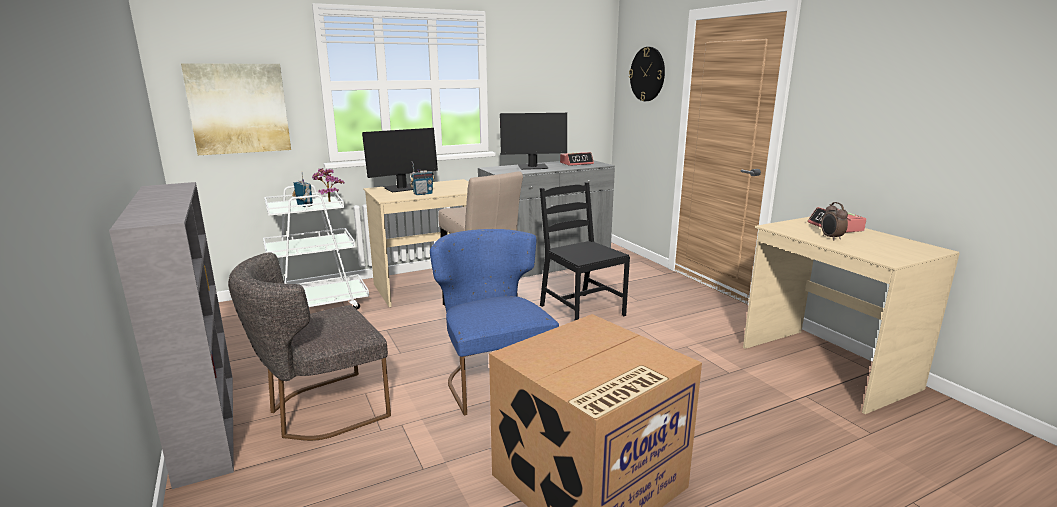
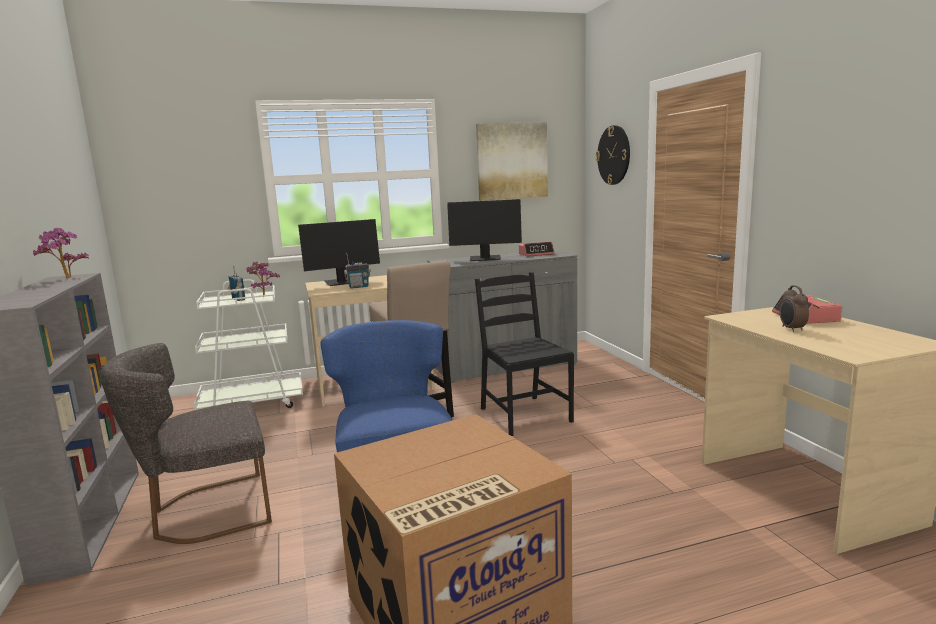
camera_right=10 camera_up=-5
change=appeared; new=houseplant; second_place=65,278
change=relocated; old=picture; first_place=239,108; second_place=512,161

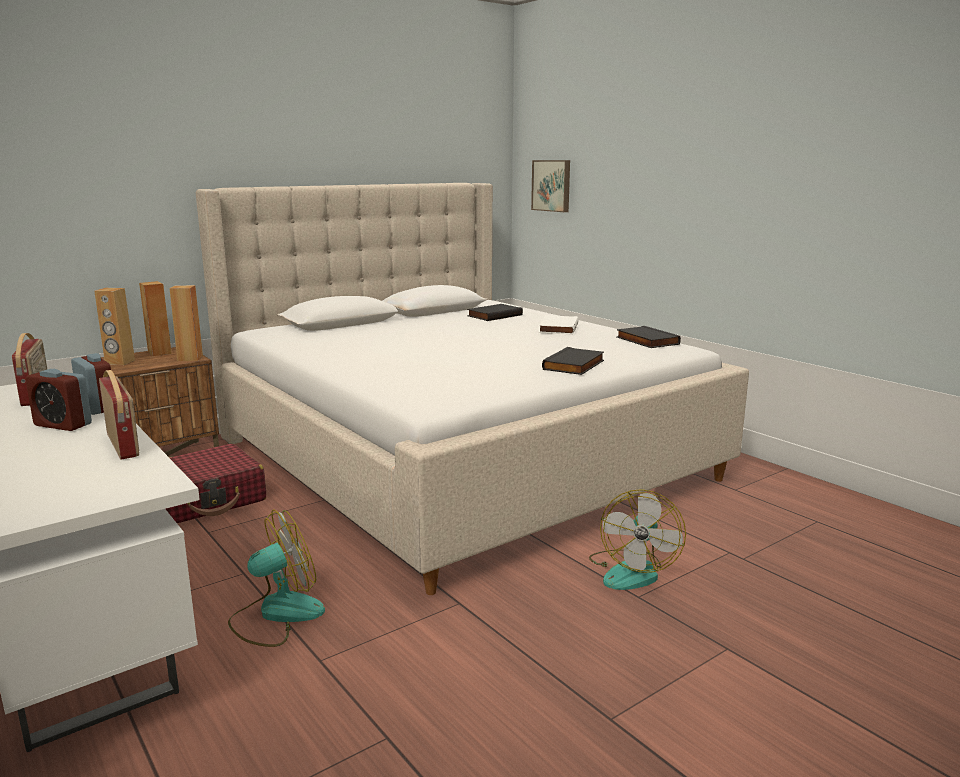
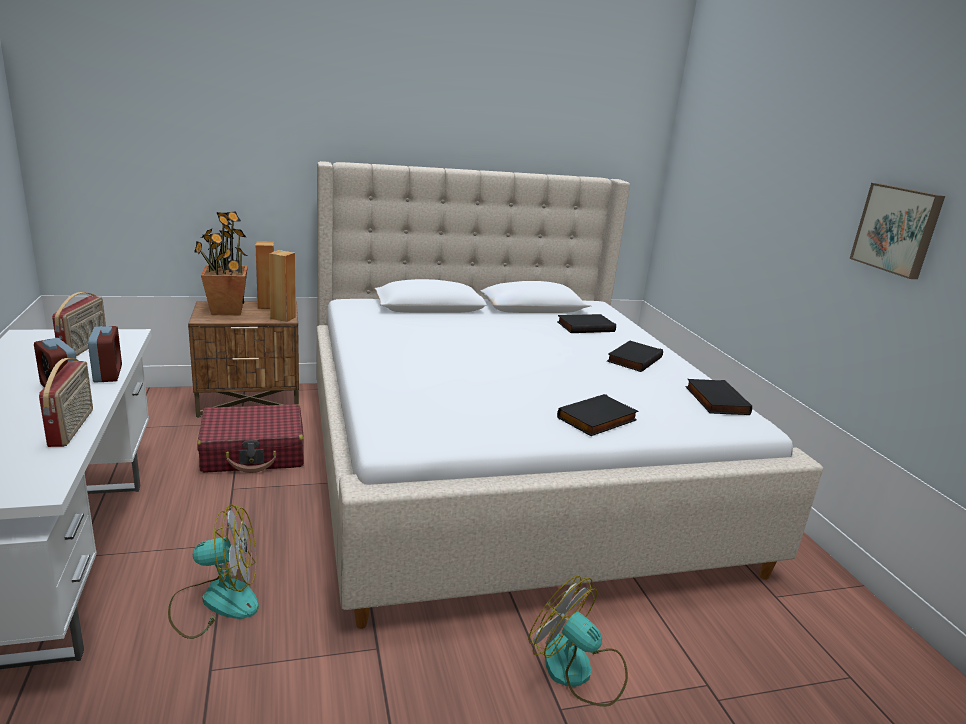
camera_right=20 camera_up=5
change=relocated; old=picture; first_place=552,185; second_place=897,229
change=exchanged; old=brown-coloured audio speaker; new=houseplant; first_place=119,362; second_place=226,310
change=colour; old=whitish bound book; new=black bound book; first_place=557,328; second_place=633,359
change=spun; old=cooling fan; first_place=632,571; second_place=578,671; degrees=90

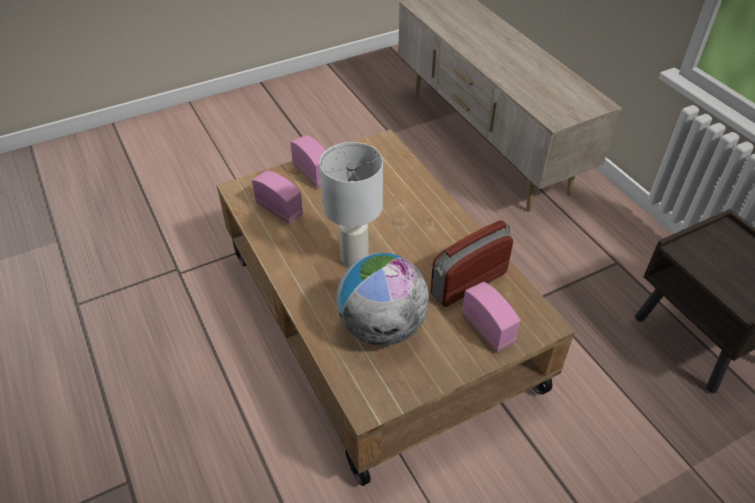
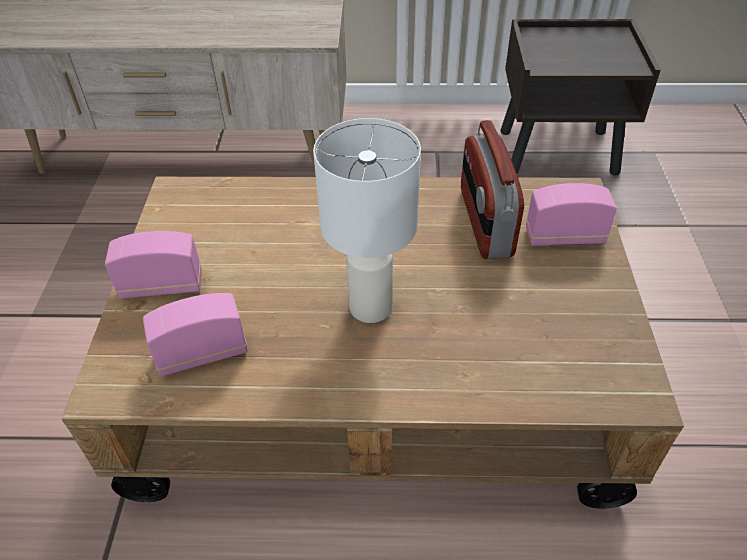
camera_right=-60 camera_up=0
change=missing; old=world globe; first_place=382,327

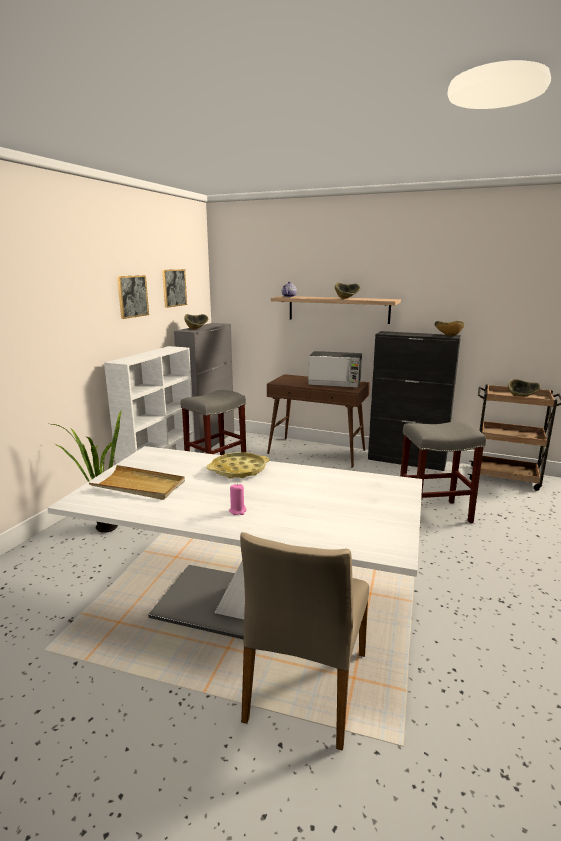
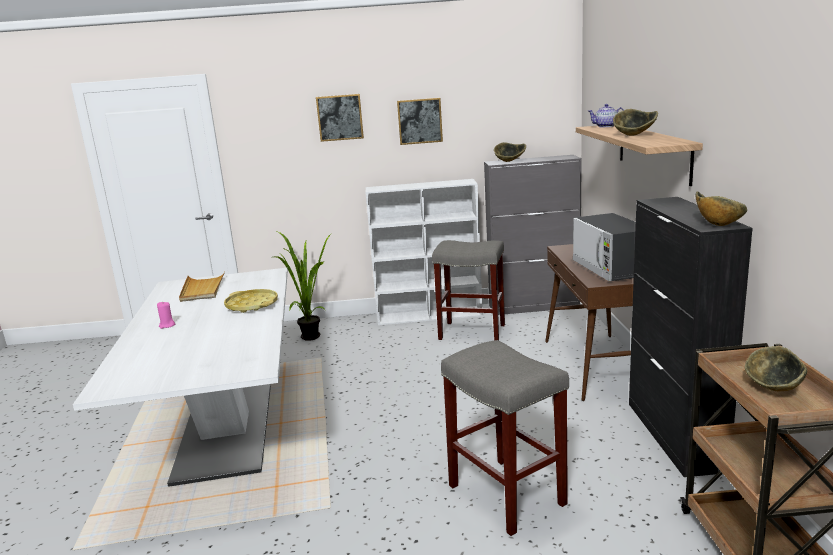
camera_right=65 camera_up=0
change=missing; old=beige upright chair; first_place=305,686
change=relocated; old=picture; first_place=174,288; second_place=340,117

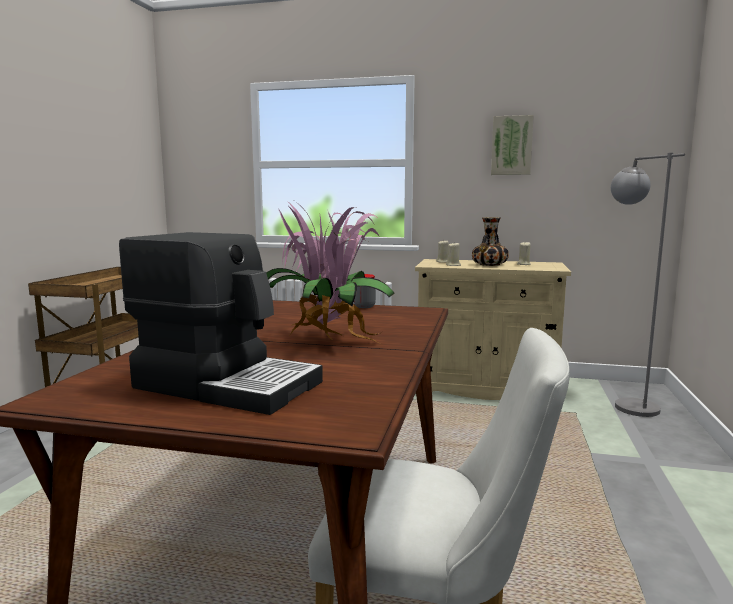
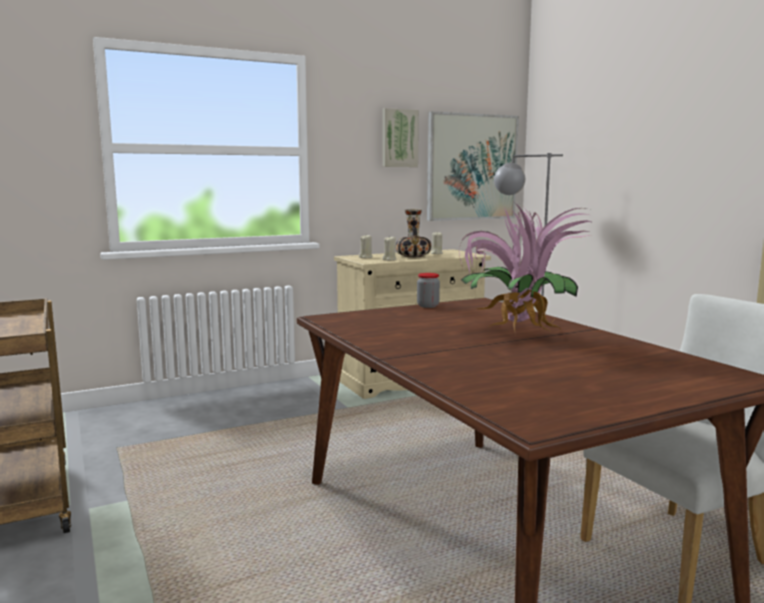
camera_right=-40 camera_up=0
change=missing; old=coffee brewer; first_place=228,384
change=appeared; new=picture; second_place=472,167

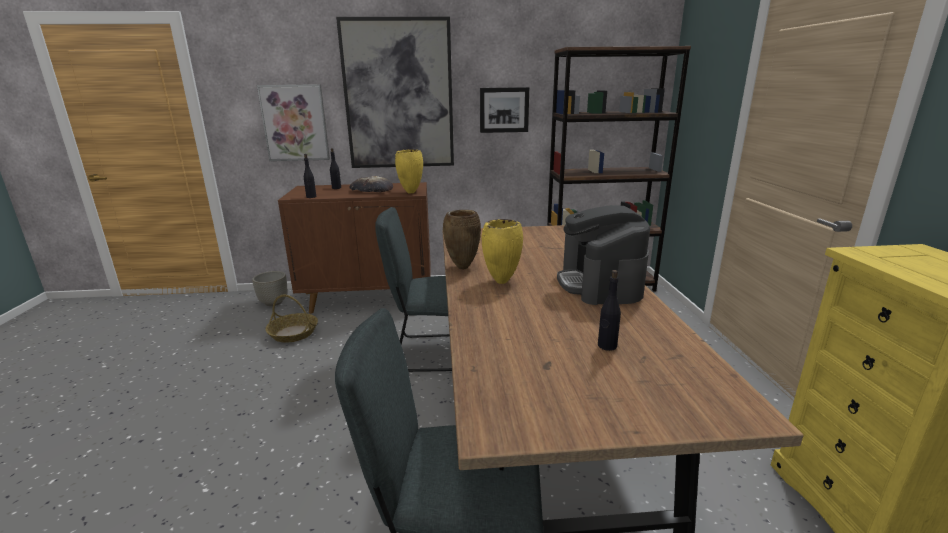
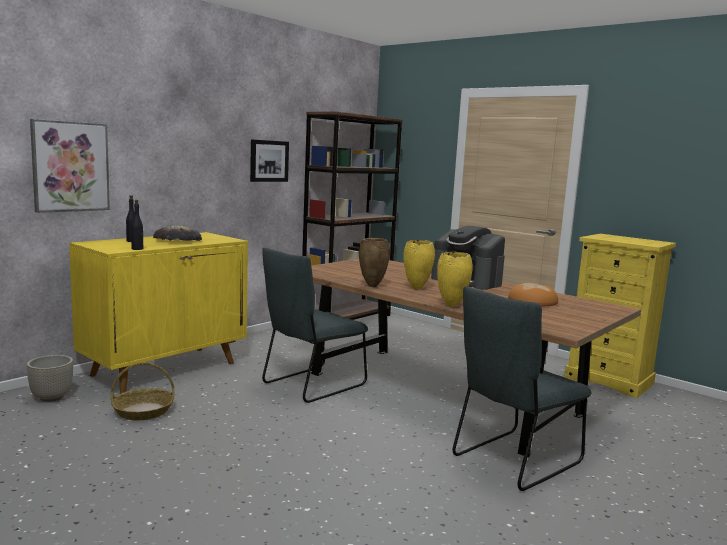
camera_right=-45 camera_up=-10
change=missing; old=picture; first_place=399,95
change=relocated; old=yellowish vase; first_place=410,193; second_place=452,306
change=exchanged; old=black bottle; new=baked bread; first_place=607,346; second_place=533,301
change=colour; old=brown-coloured storage cabinet; new=yellowish storage cabinet; first_place=369,299; second_place=166,369

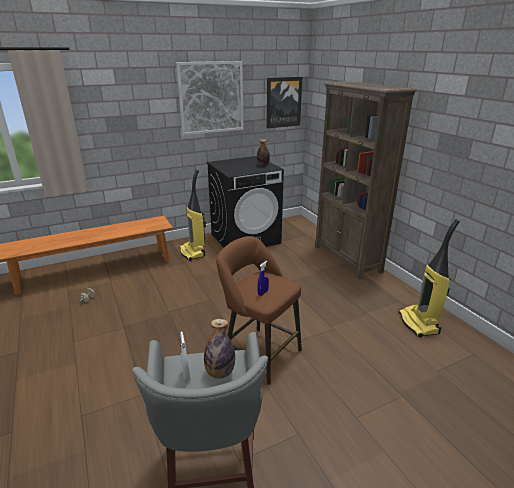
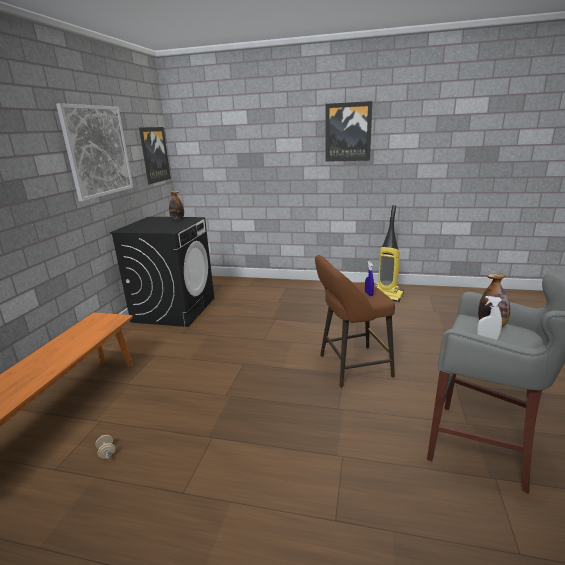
camera_right=-50 camera_up=-5
change=missing; old=hoover; first_place=193,252
change=missing; old=brown-coloured shelving unit; first_place=347,258
change=appeared; new=picture; second_place=348,132

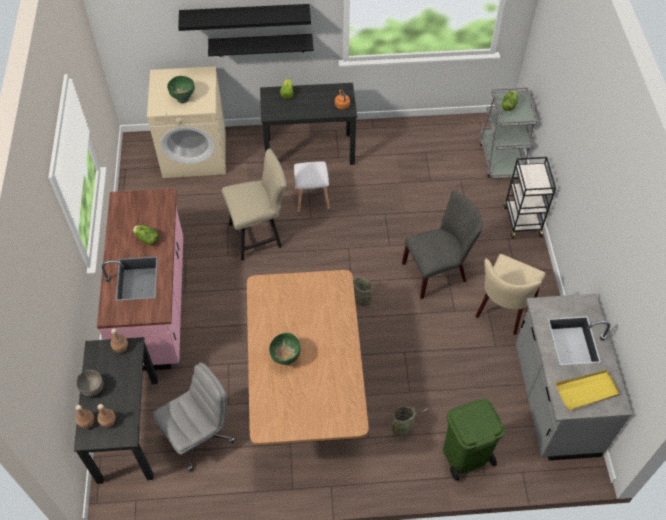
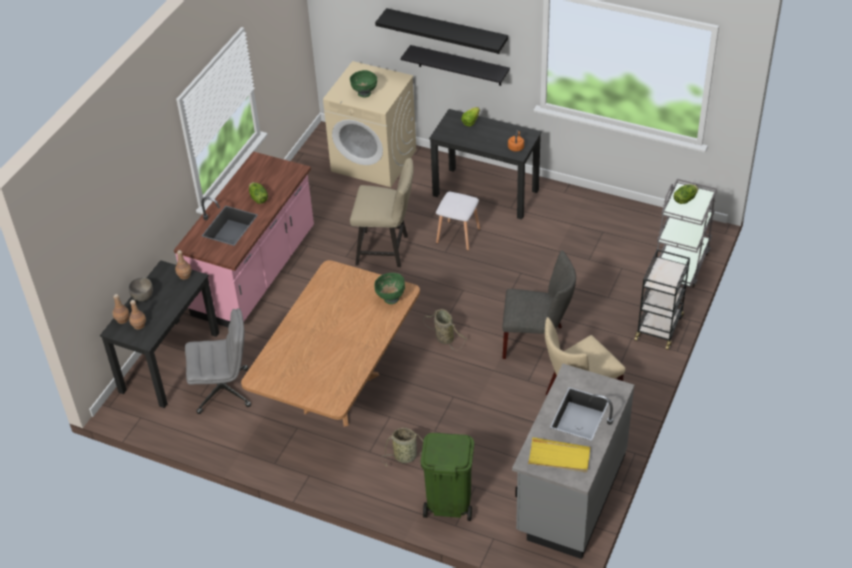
camera_right=30 camera_up=-10
change=relocated; old=green bowl; first_place=286,358; second_place=391,298

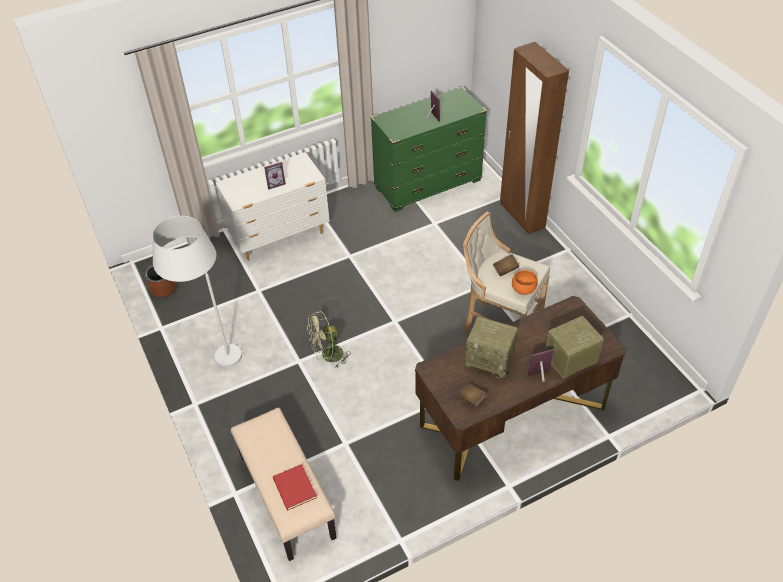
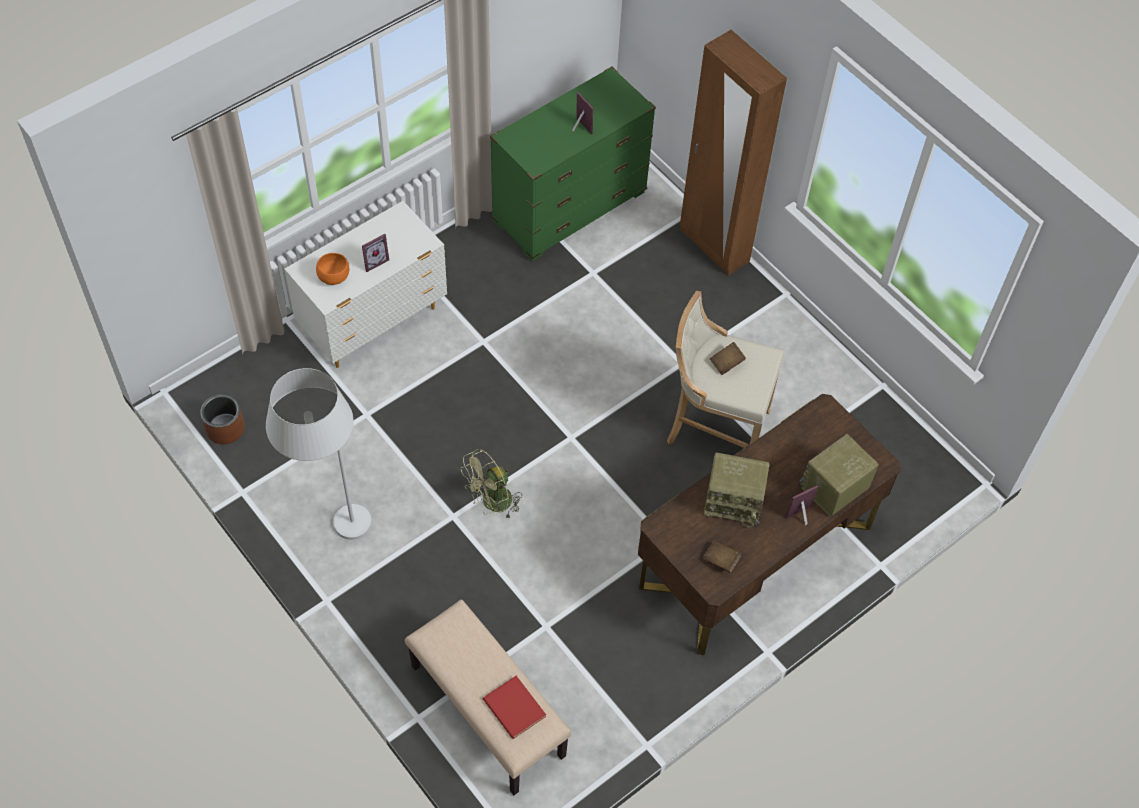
camera_right=-15 camera_up=10
change=relocated; old=orange-coloured bowl; first_place=523,289; second_place=334,277

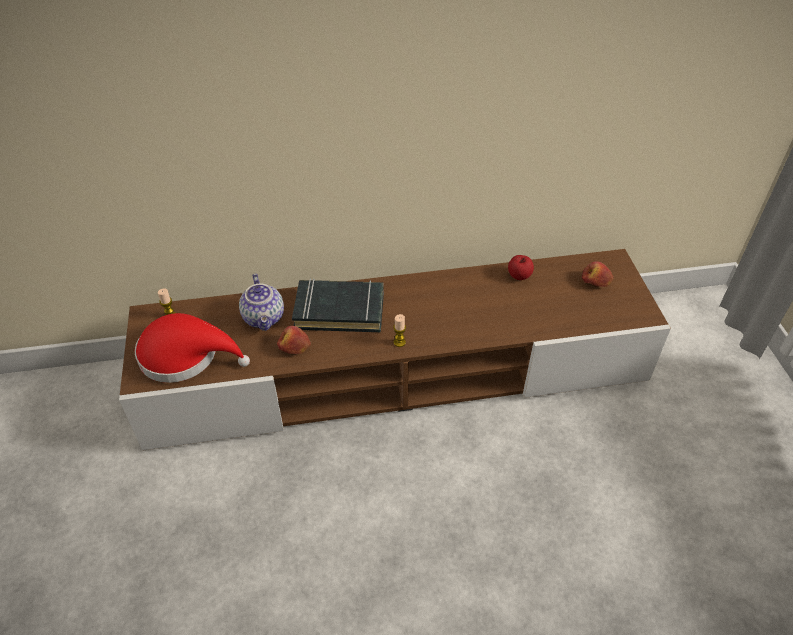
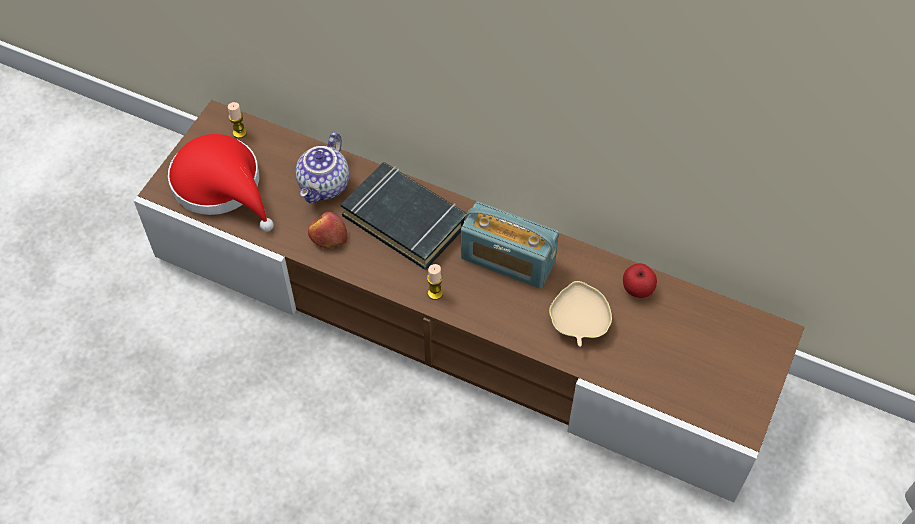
camera_right=35 camera_up=10
change=missing; old=whole apple; first_place=595,281
change=appeared; new=radio receiver; second_place=507,260
change=appeared; new=beige bowl; second_place=579,321

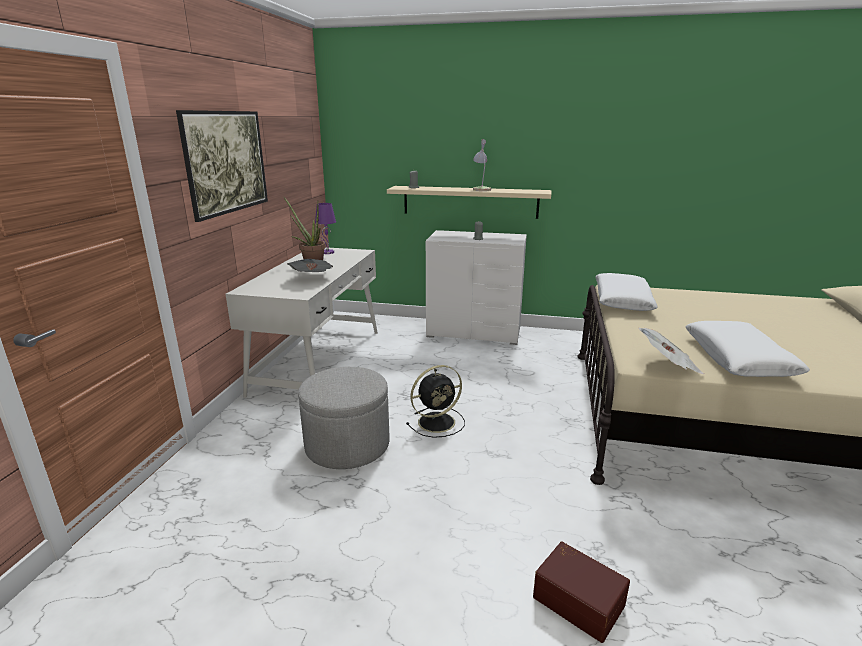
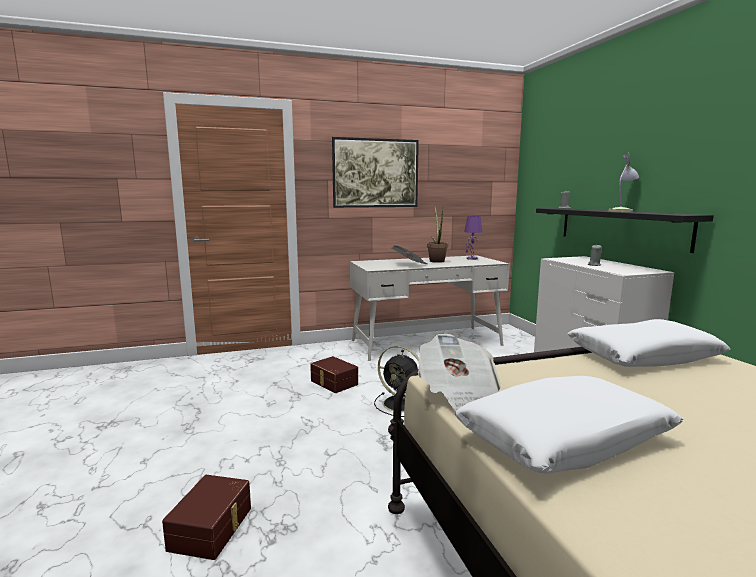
camera_right=60 camera_up=-10
change=exchanged; old=gray ottoman; new=brown-coloured storage box; first_place=347,445; second_place=333,383
change=colour; old=beige shelf; new=black shelf; first_place=470,202; second_place=620,227

